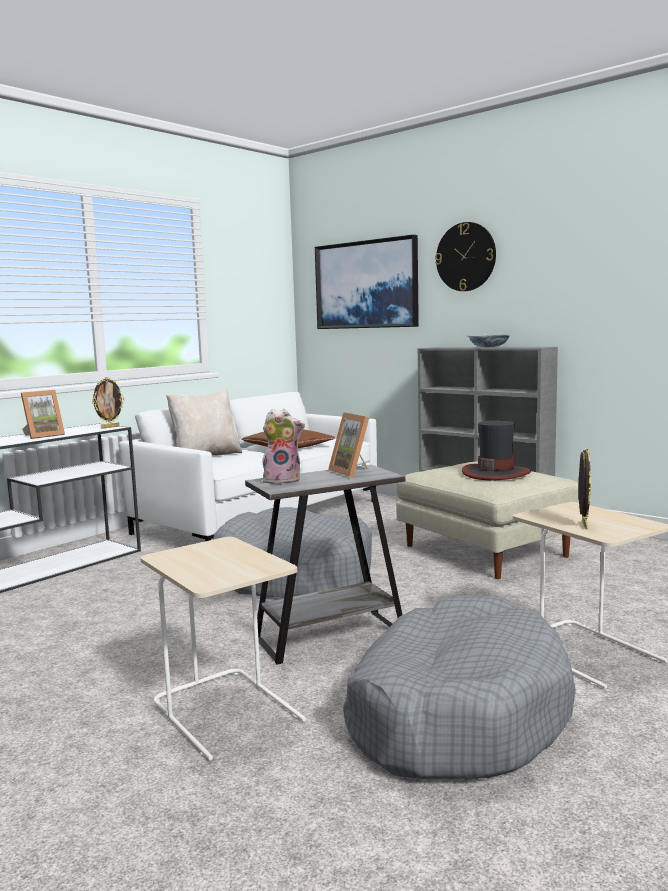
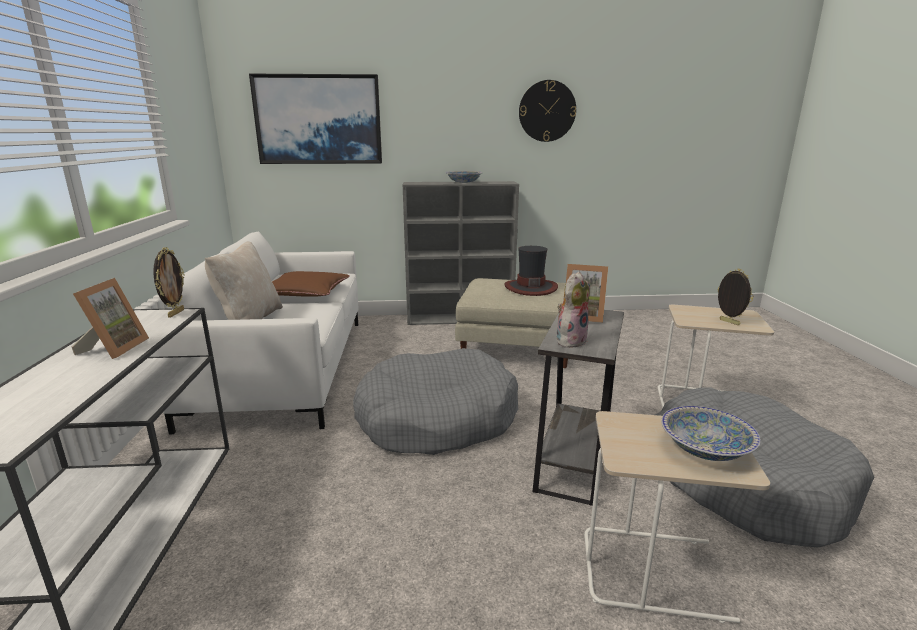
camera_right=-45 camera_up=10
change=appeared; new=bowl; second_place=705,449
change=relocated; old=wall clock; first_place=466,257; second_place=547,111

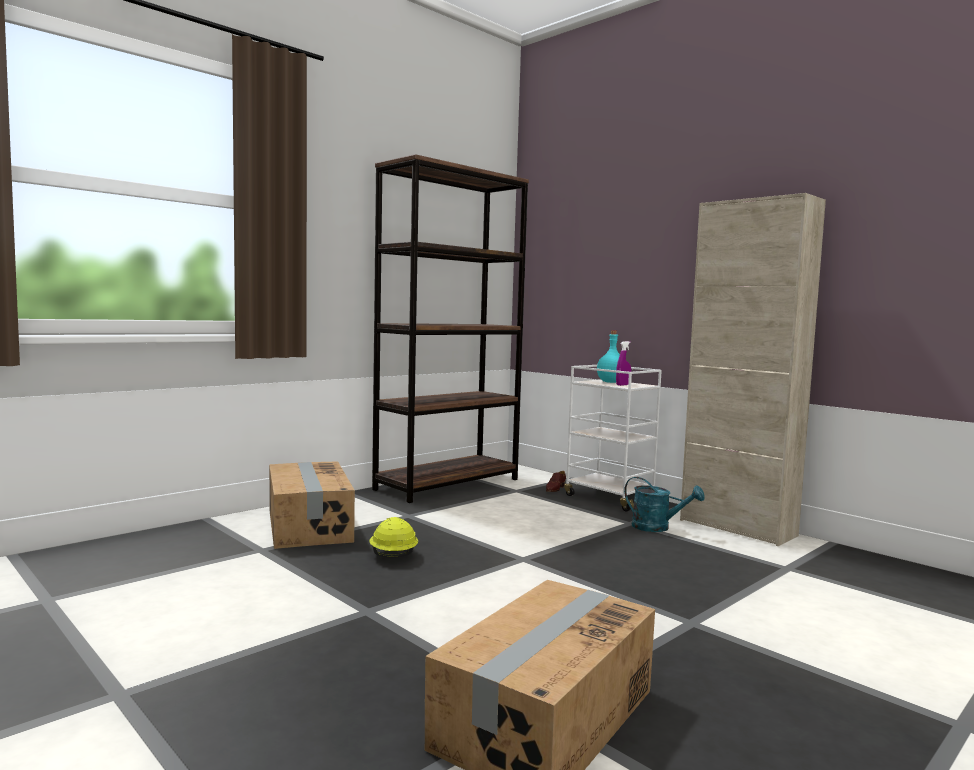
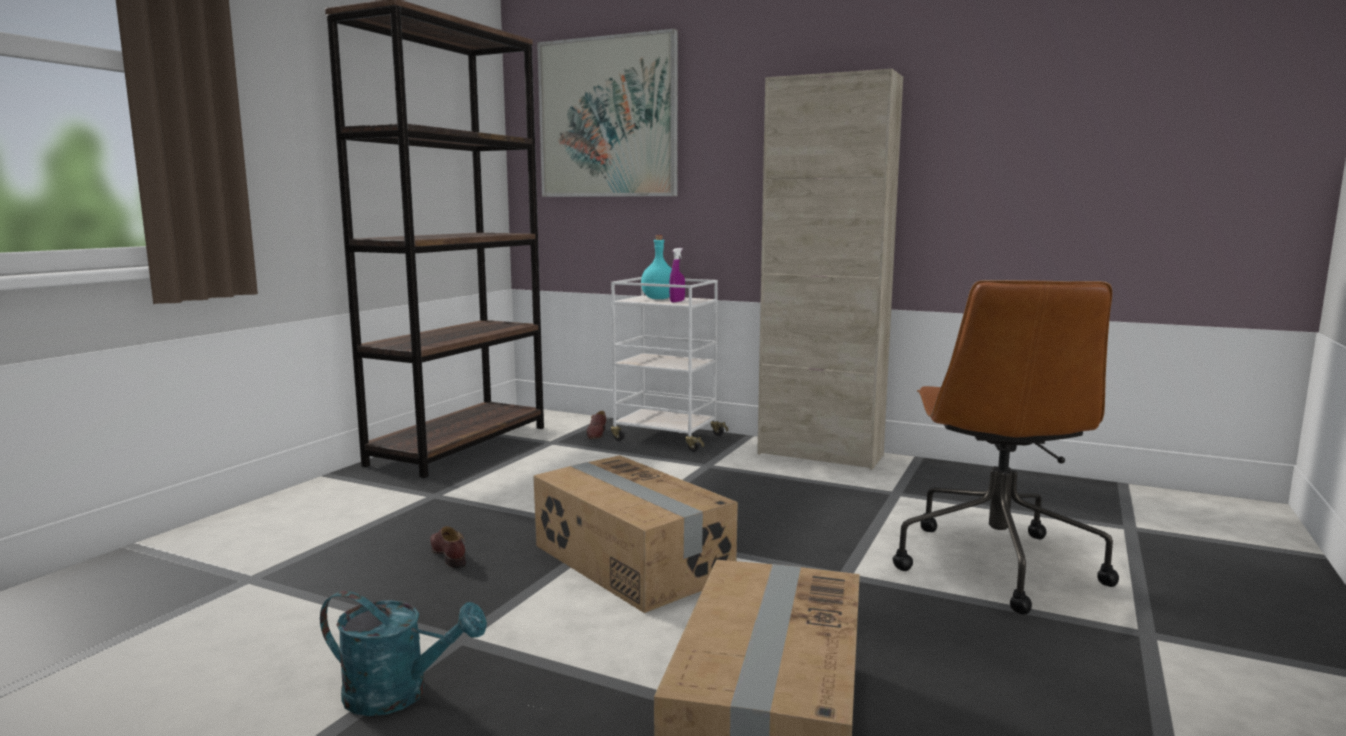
camera_right=-20 camera_up=5
change=appeared; new=picture; second_place=608,118
change=appeared; new=brown-coloured desk chair; second_place=994,563
change=relocated; old=cardboard box; first_place=307,525; second_place=630,561
change=relocated; old=turquoise-coloured watering pot; first_place=657,528; second_place=399,695
change=exchanged; old=yellowish hard hat; new=brown-coloured low shoe; first_place=393,556; second_place=448,554

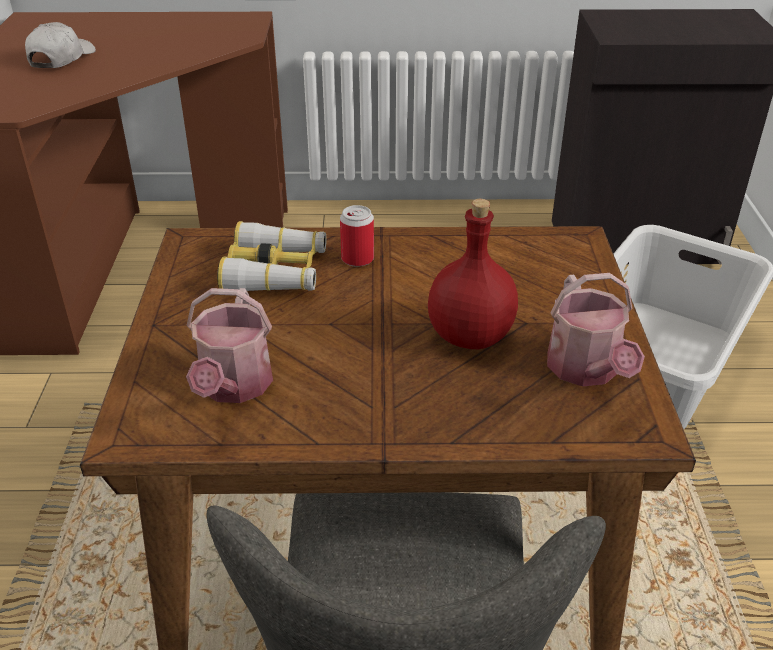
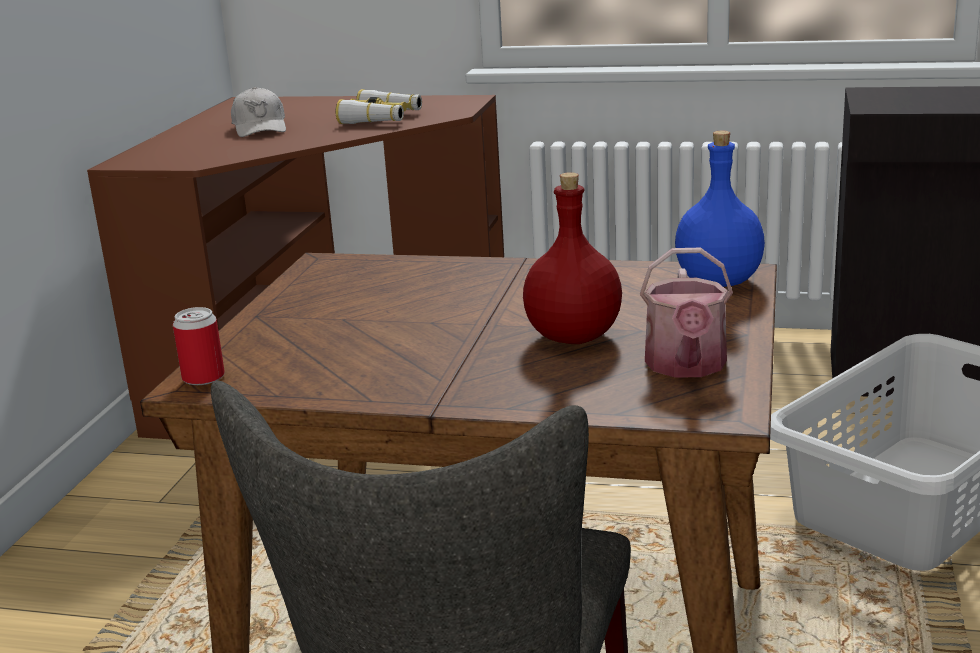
camera_right=15 camera_up=-15
change=missing; old=watering pot; first_place=233,387
change=appeared; new=bluish bottle; second_place=718,282
change=relocated; old=binoculars; first_place=275,272; second_place=381,119
change=relocated; old=can; first_place=357,259; second_place=203,378
change=spun; old=whitish peaked cap; first_place=61,58; second_place=260,128; degrees=135

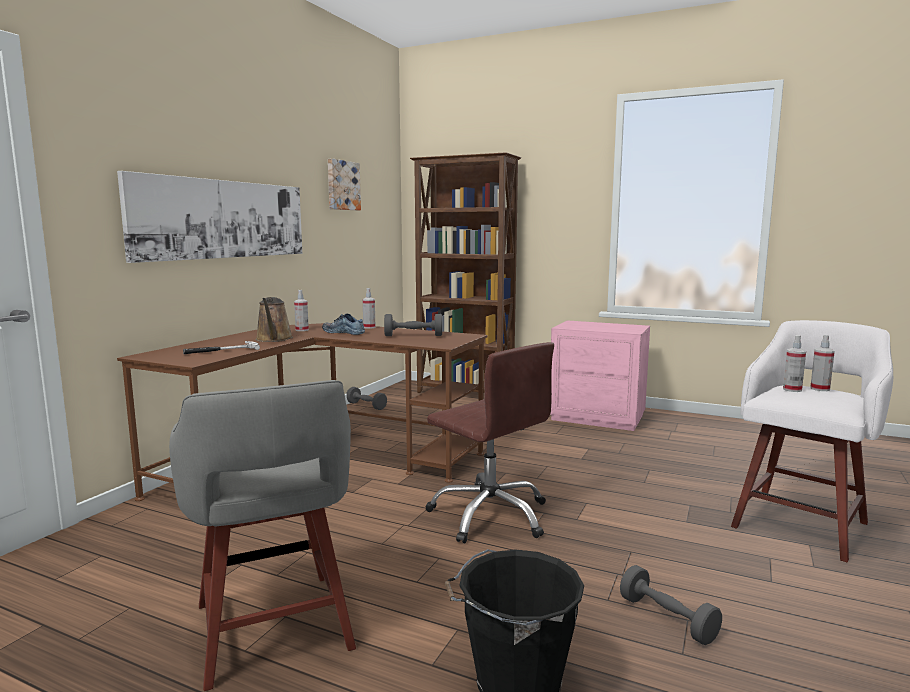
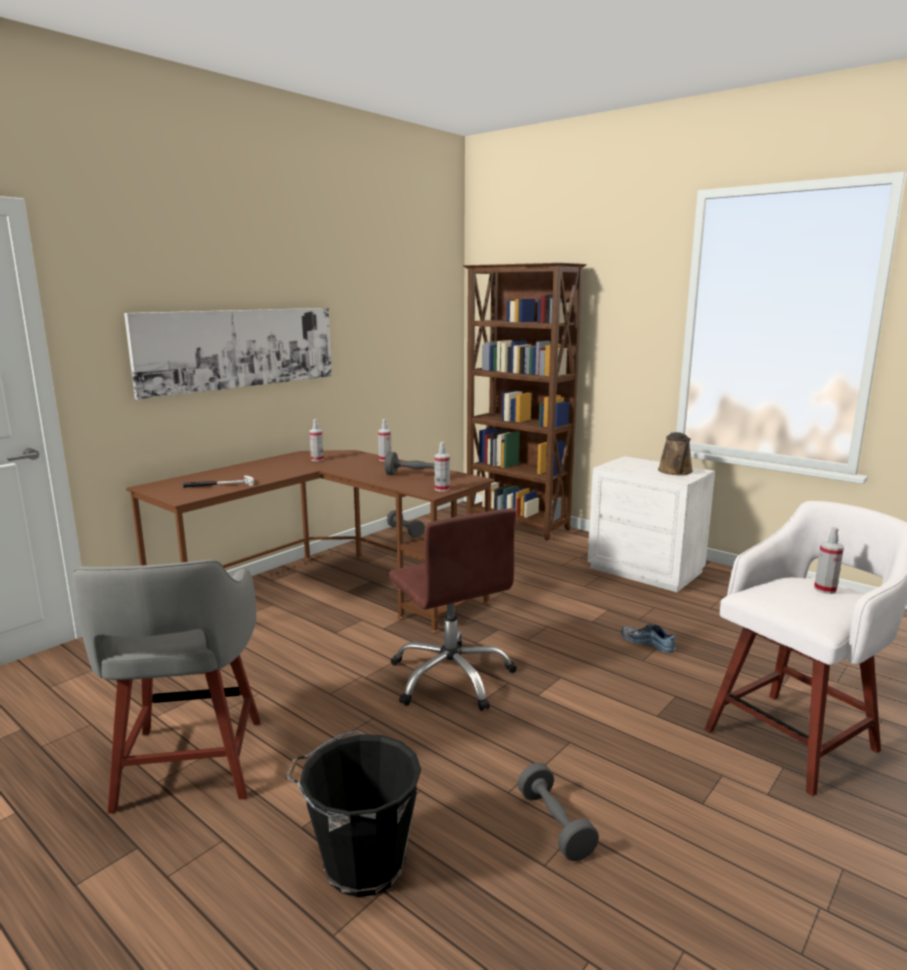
camera_right=15 camera_up=5
change=missing; old=picture; first_place=342,185
change=relocated; old=brown-coloured watering pot; first_place=274,339; second_place=676,472
change=relocated; old=low shoe; first_place=344,332; second_place=648,642
change=relocated; old=sprayer; first_place=792,389; second_place=442,489
change=colour; old=pink night table; new=whitish night table; first_place=597,417; second_place=646,570

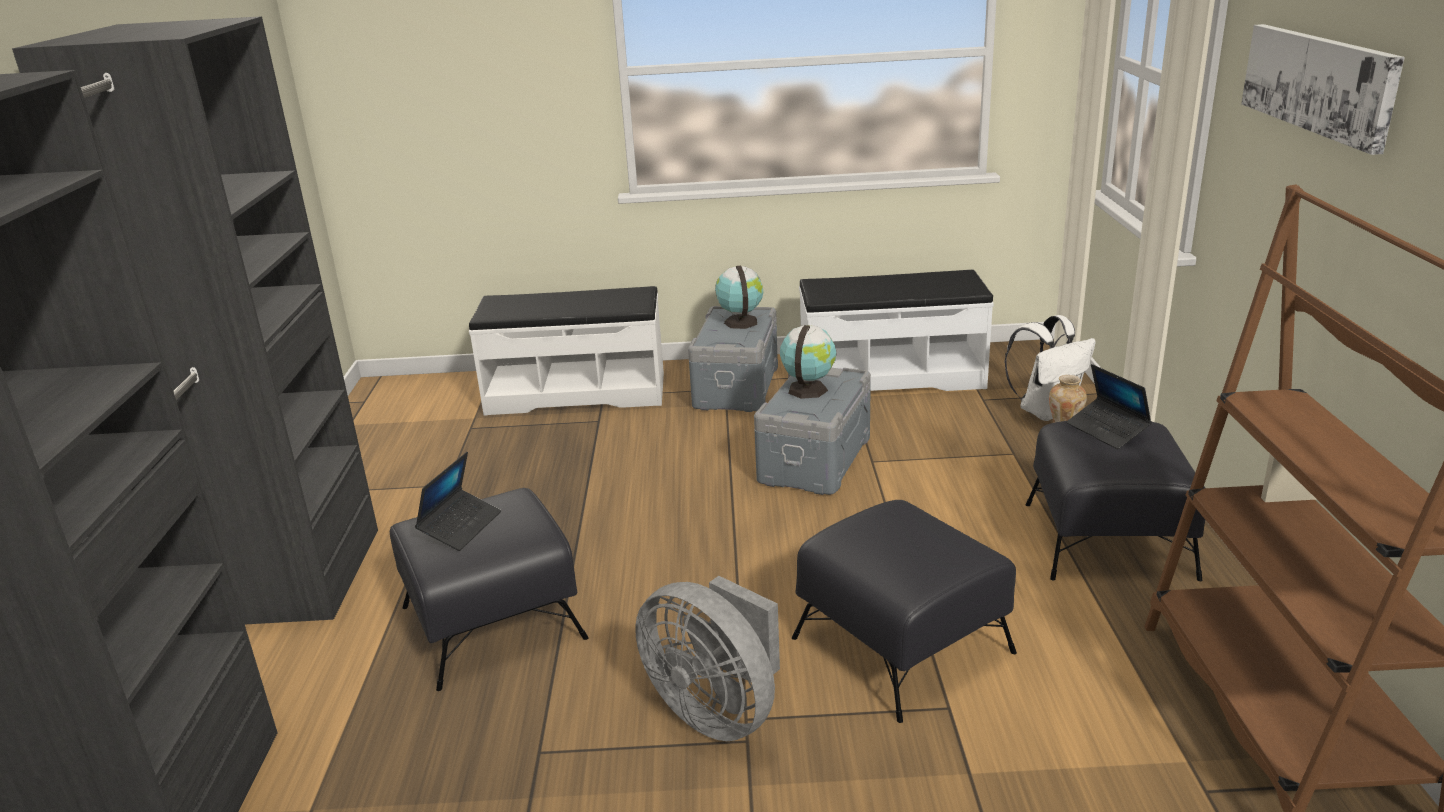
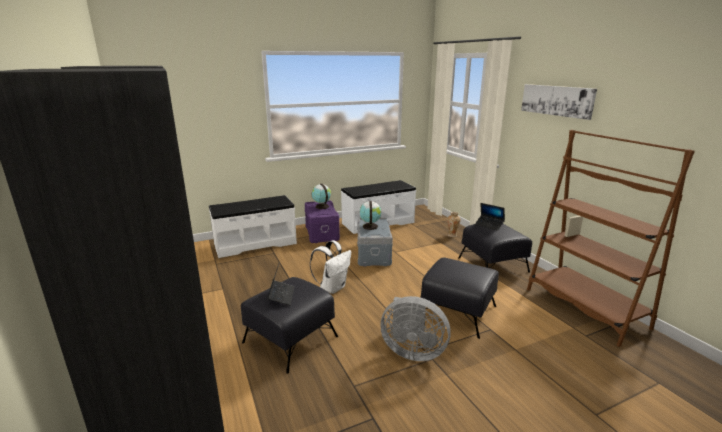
camera_right=-25 camera_up=-5
change=relocated; old=whitish rucksack; first_place=1046,411; second_place=333,287
change=colour; old=gray storage box; new=purple-coloured storage box; first_place=737,387; second_place=322,233

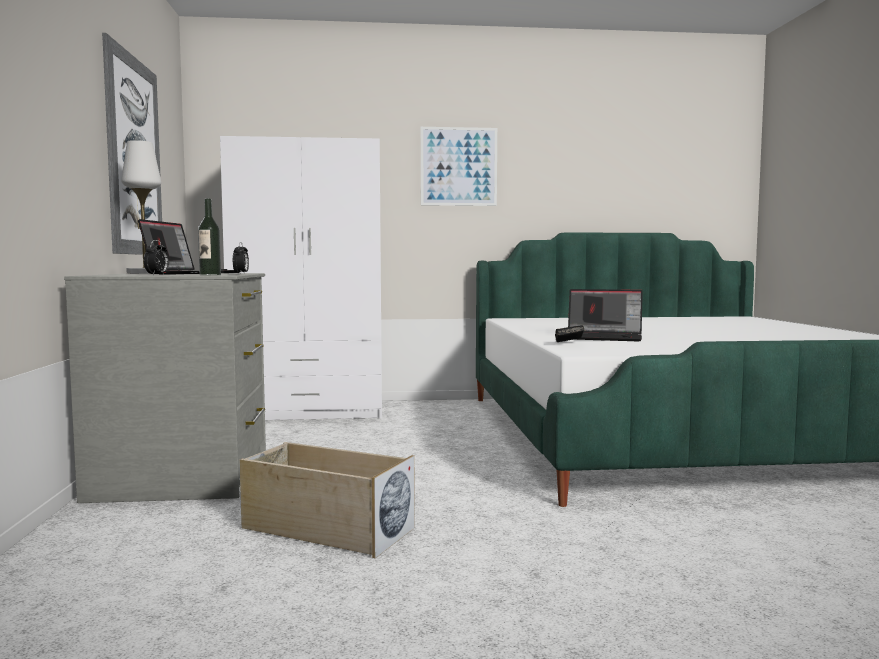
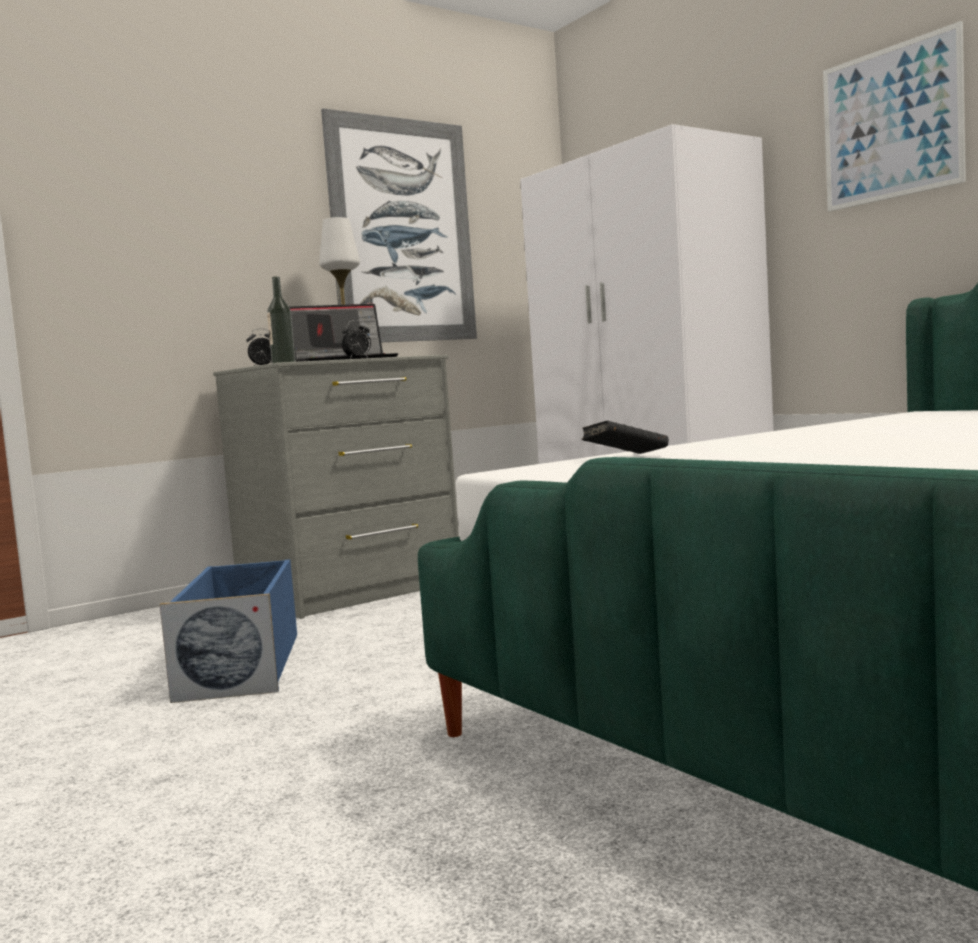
camera_right=60 camera_up=0
change=missing; old=laptop; first_place=604,337
change=colour; old=beige storage box; new=bluish storage box; first_place=326,529; second_place=242,665

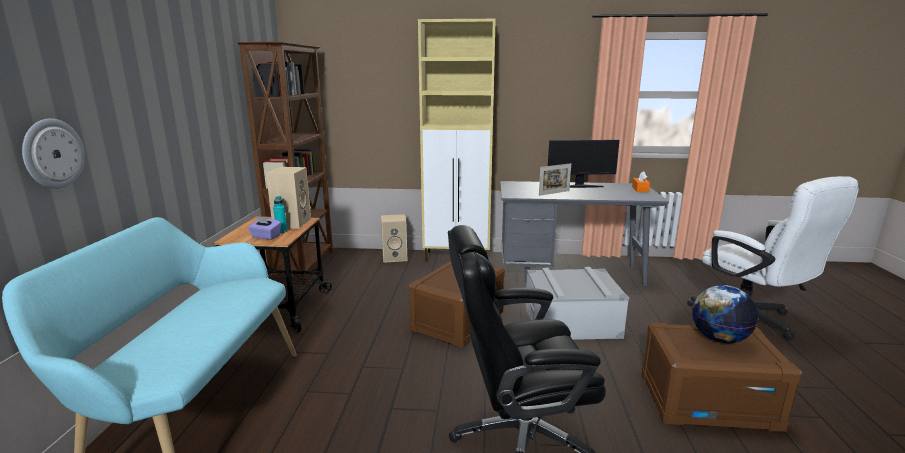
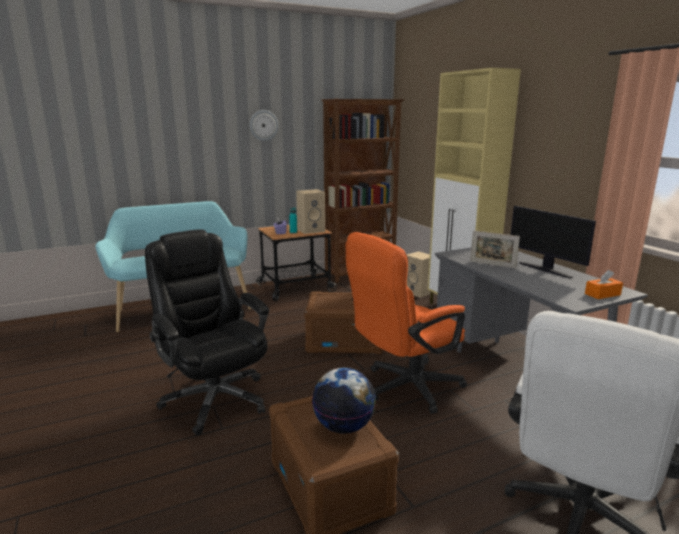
camera_right=60 camera_up=0
change=relocated; old=wall clock; first_place=52,153; second_place=263,125
change=exchanged; old=gray storage box; new=orange-coloured desk chair; first_place=571,322; second_place=404,389

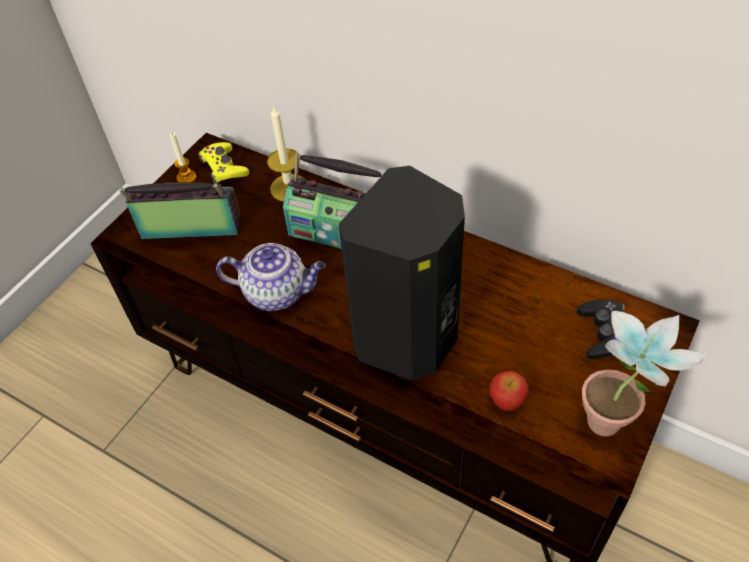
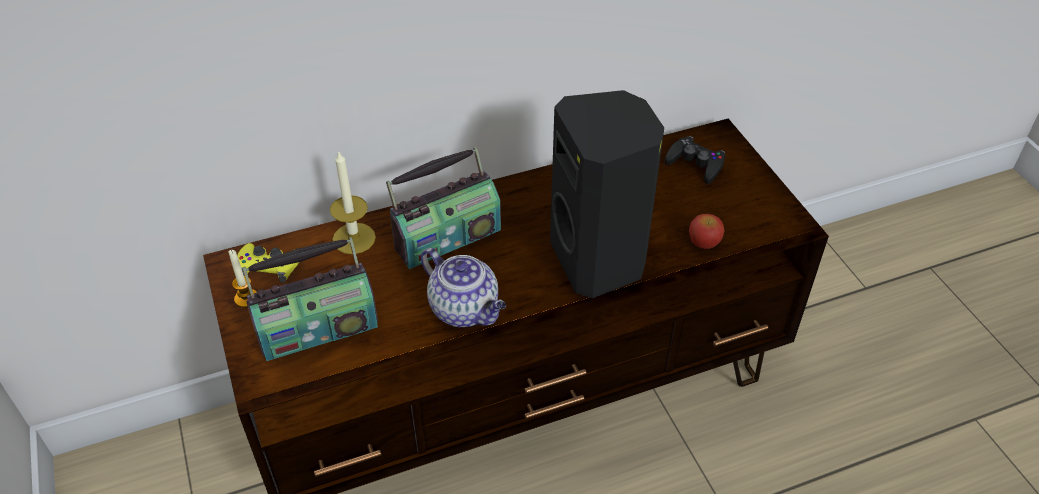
camera_right=-55 camera_up=-5
change=missing; old=houseplant; first_place=616,420
change=spun; old=radio receiver; first_place=190,228; second_place=317,329; degrees=-150
change=spun; old=tea pot; first_place=278,292; second_place=466,310; degrees=90

